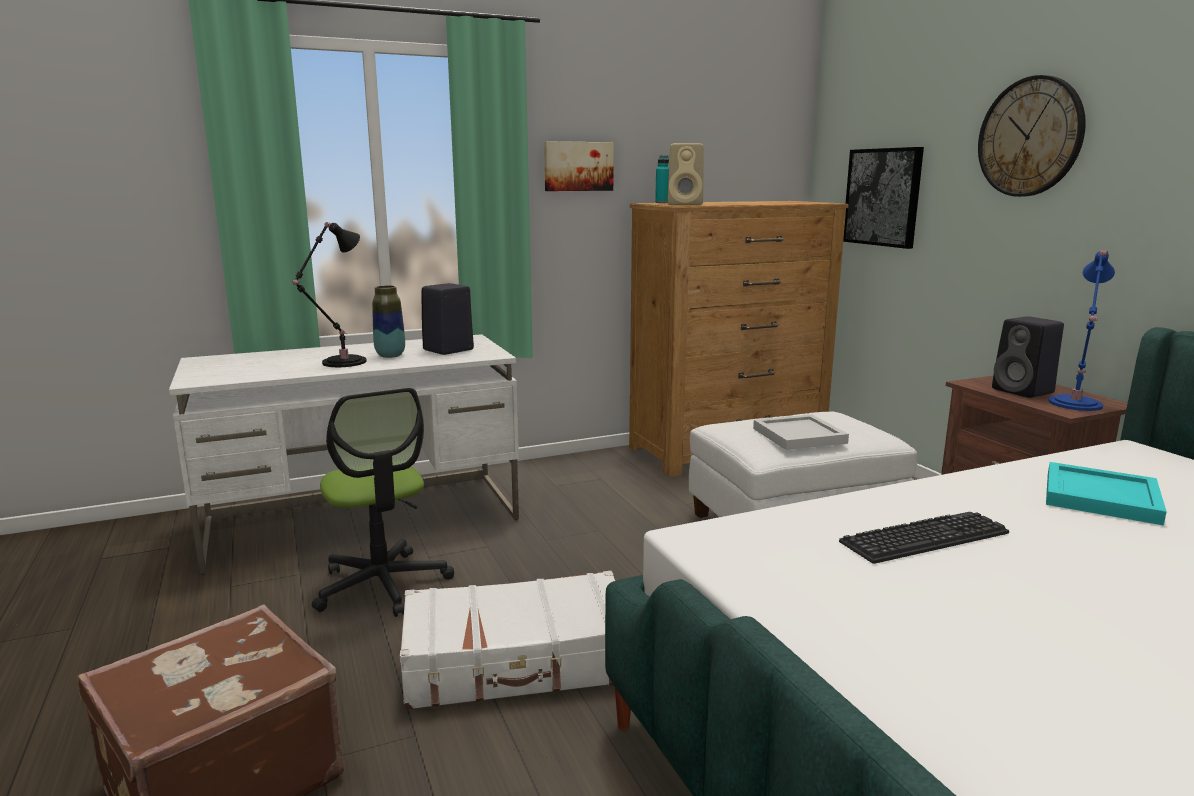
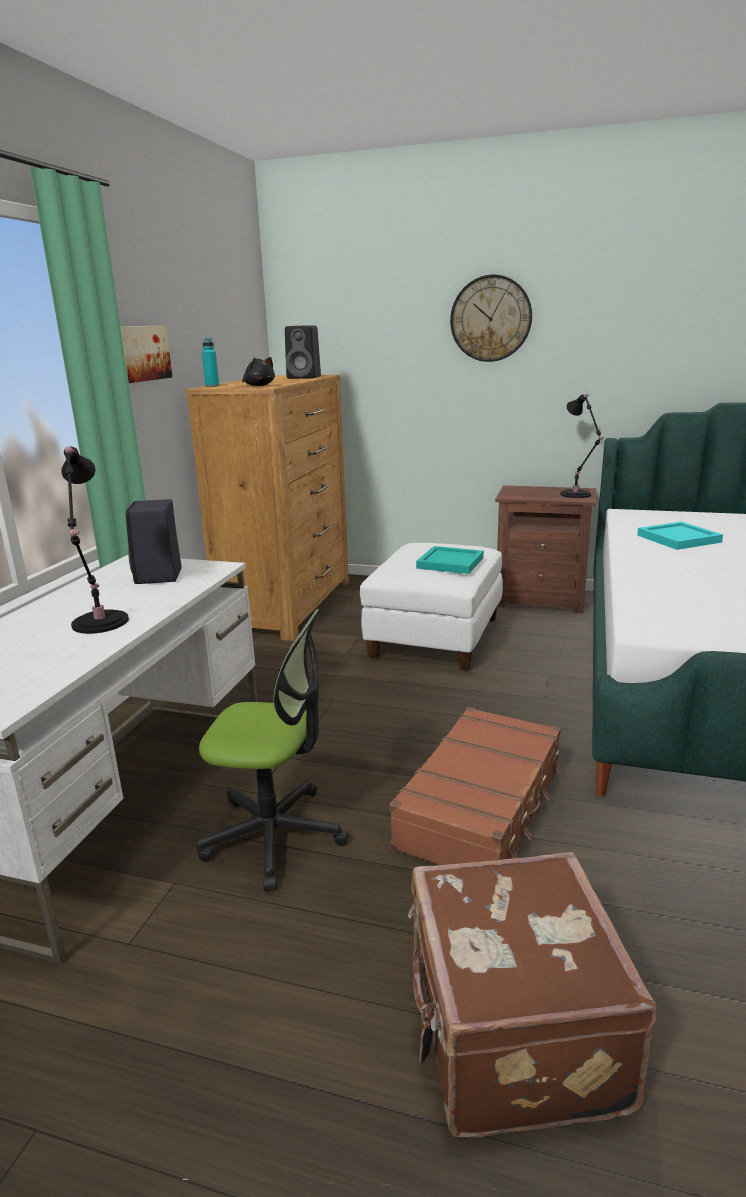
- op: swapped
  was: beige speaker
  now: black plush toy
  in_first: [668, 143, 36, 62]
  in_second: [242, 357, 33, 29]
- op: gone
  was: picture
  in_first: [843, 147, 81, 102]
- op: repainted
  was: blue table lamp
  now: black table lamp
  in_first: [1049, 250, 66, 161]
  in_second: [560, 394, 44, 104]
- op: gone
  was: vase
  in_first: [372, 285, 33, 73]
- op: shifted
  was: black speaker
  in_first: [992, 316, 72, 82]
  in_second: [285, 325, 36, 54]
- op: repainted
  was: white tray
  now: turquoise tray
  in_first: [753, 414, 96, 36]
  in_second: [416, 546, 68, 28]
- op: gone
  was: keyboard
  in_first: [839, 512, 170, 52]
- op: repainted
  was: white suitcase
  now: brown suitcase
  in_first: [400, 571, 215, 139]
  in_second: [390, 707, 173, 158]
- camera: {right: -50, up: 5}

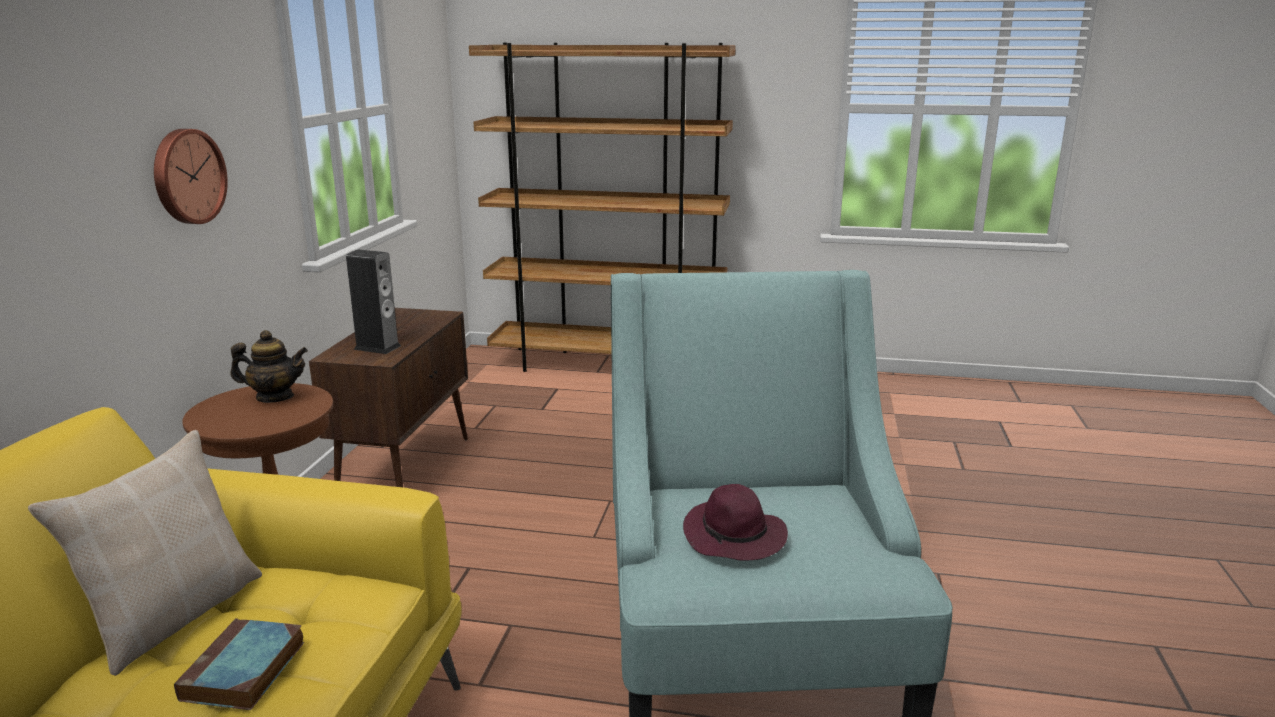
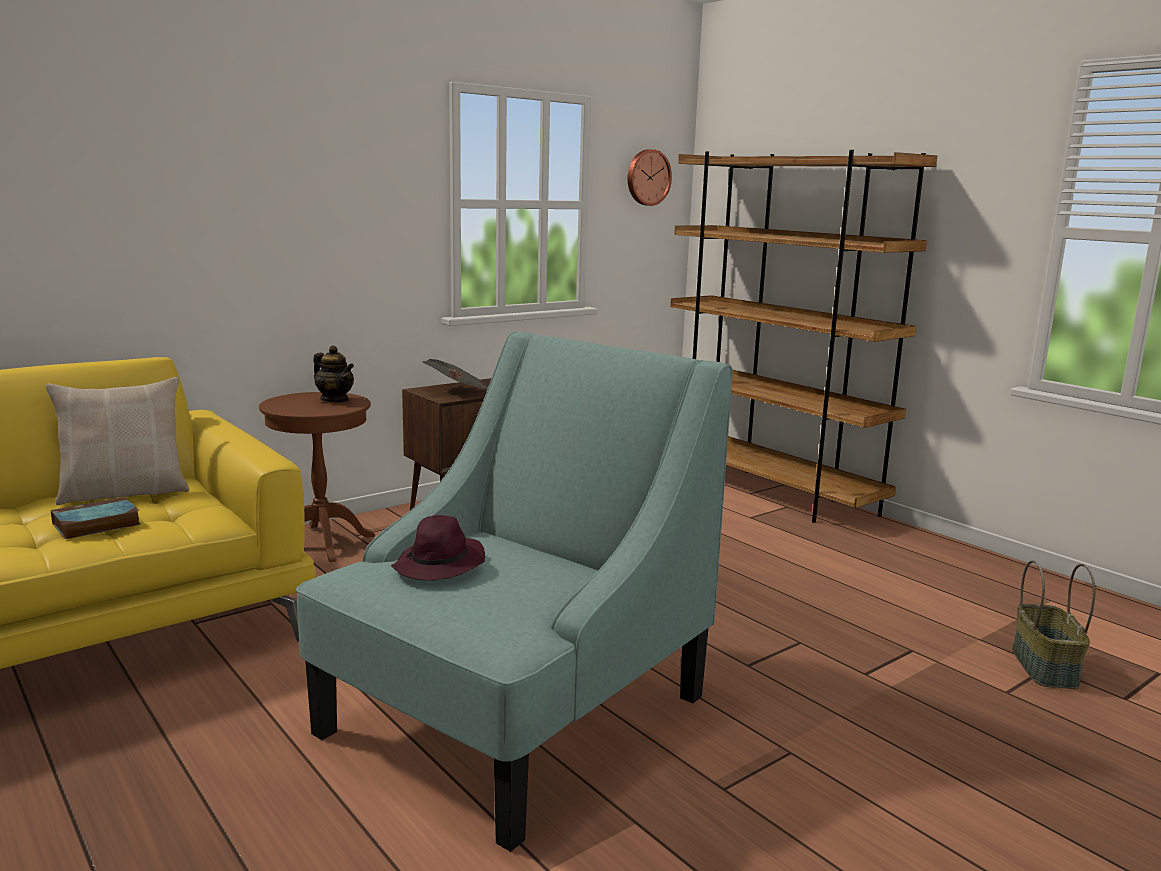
- op: shifted
  was: wall clock
  in_first: [154, 129, 74, 95]
  in_second: [628, 149, 44, 57]
- op: swapped
  was: speaker
  now: newspaper
  in_first: [346, 250, 55, 104]
  in_second: [423, 359, 65, 29]
- op: new
  now: basket
  in_second: [1012, 560, 83, 129]
- camera: {right: 40, up: -5}

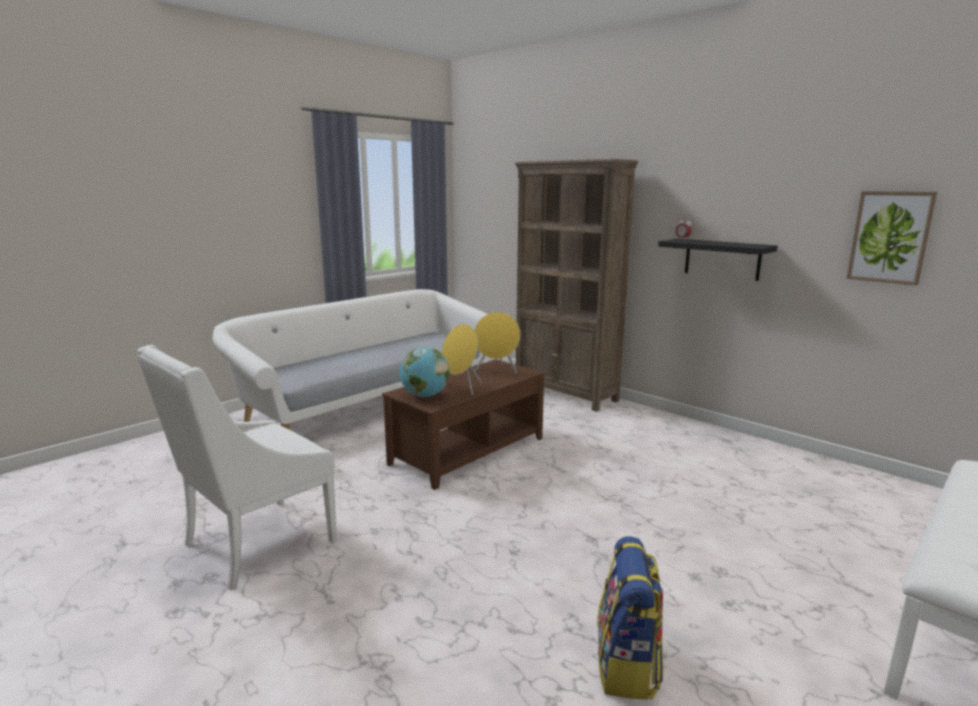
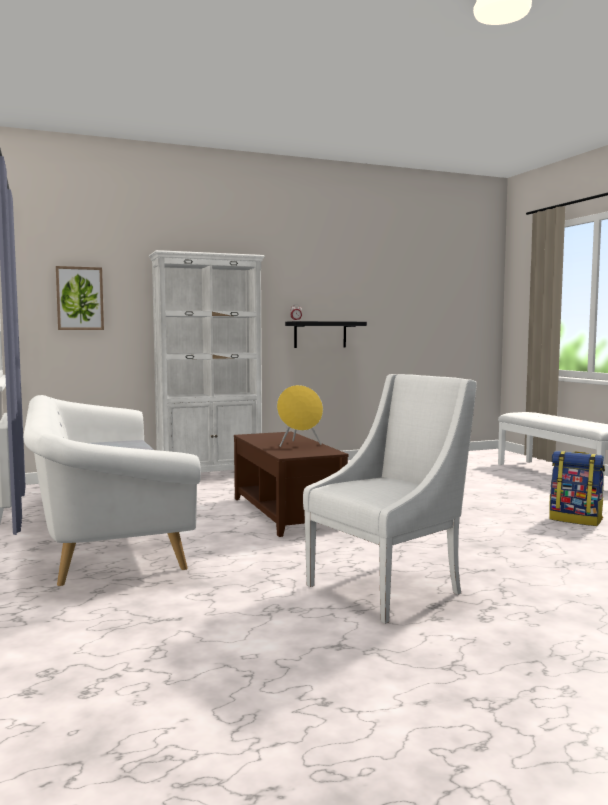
- op: repainted
  was: brown bookcase
  now: white bookcase
  in_first: [515, 159, 124, 253]
  in_second: [149, 250, 116, 222]
- op: shifted
  was: picture
  in_first: [847, 191, 91, 95]
  in_second: [56, 266, 48, 64]
- op: gone
  was: yellow speaker
  in_first: [474, 312, 46, 62]
- op: rotated
  was: white armchair
  in_first: [137, 345, 200, 245]
  in_second: [303, 374, 174, 250]
  clockwise: -105
- op: gone
  was: globe
  in_first: [400, 347, 50, 50]
- camera: {right: -65, up: -10}

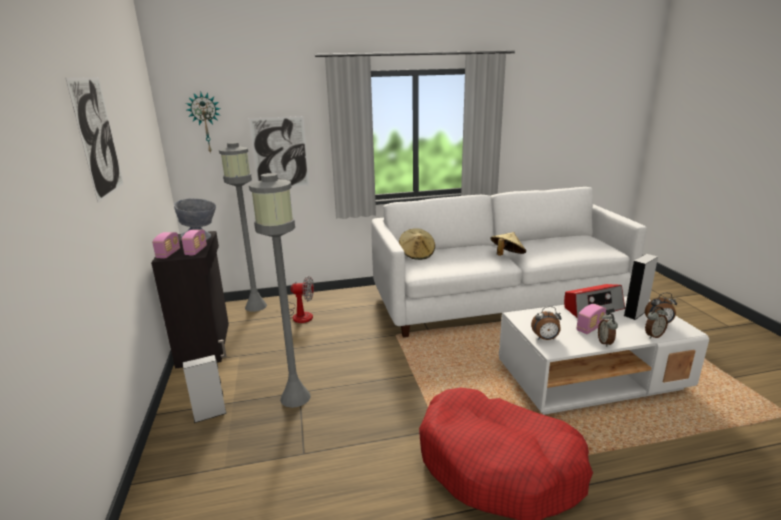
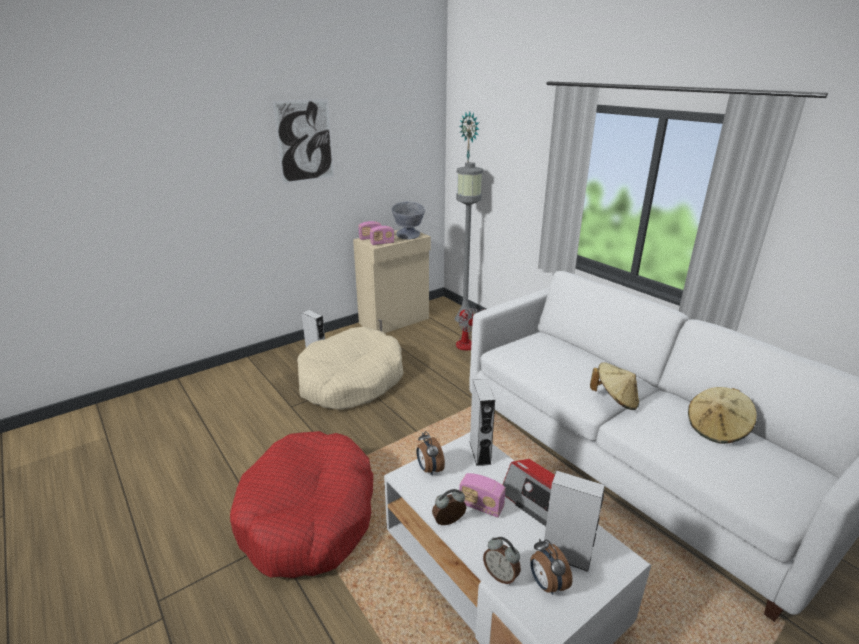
- op: gone
  was: picture
  in_first: [249, 116, 61, 71]
- op: swapped
  was: grey floor lamp
  now: beige dog bed
  in_first: [249, 173, 62, 235]
  in_second: [297, 327, 106, 83]
- op: shifted
  was: beige hat
  in_first: [399, 228, 36, 32]
  in_second: [688, 387, 69, 57]
- op: repainted
  was: black cabinet
  now: beige cabinet
  in_first: [151, 231, 78, 138]
  in_second: [353, 230, 78, 103]
- op: new
  now: grey speaker
  in_second: [469, 379, 26, 87]
- camera: {right: 65, up: 5}

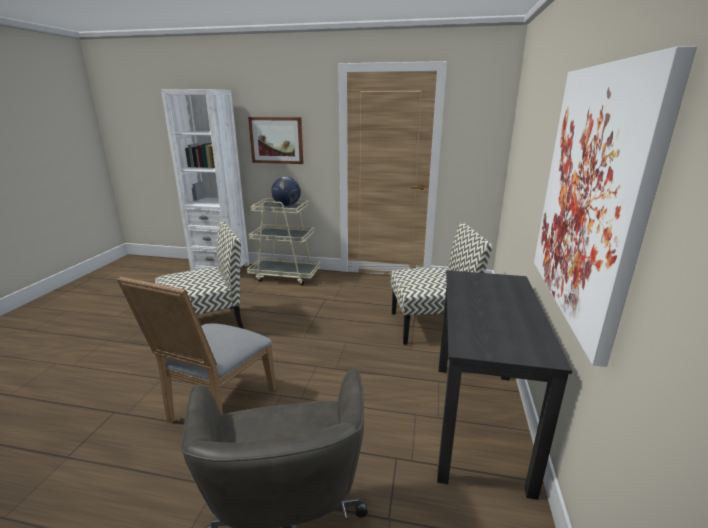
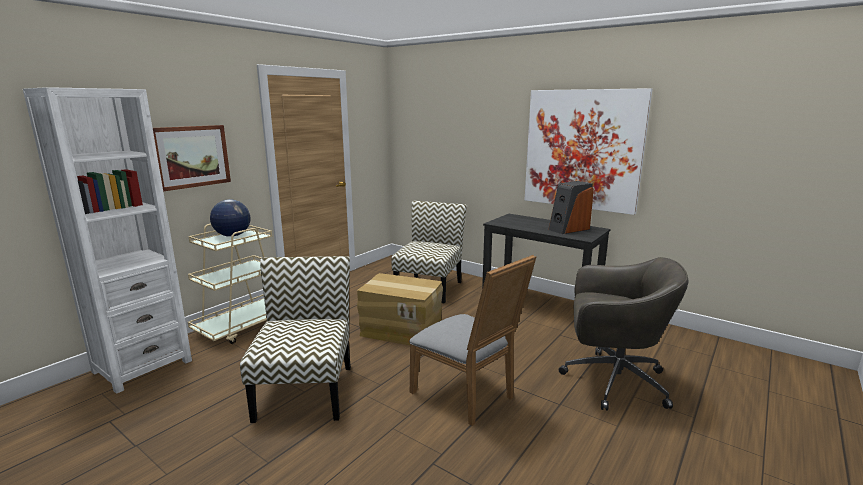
- op: new
  now: speaker
  in_second: [548, 181, 46, 53]
- op: new
  now: cardboard box
  in_second: [357, 273, 86, 72]
- camera: {right: -65, up: -5}

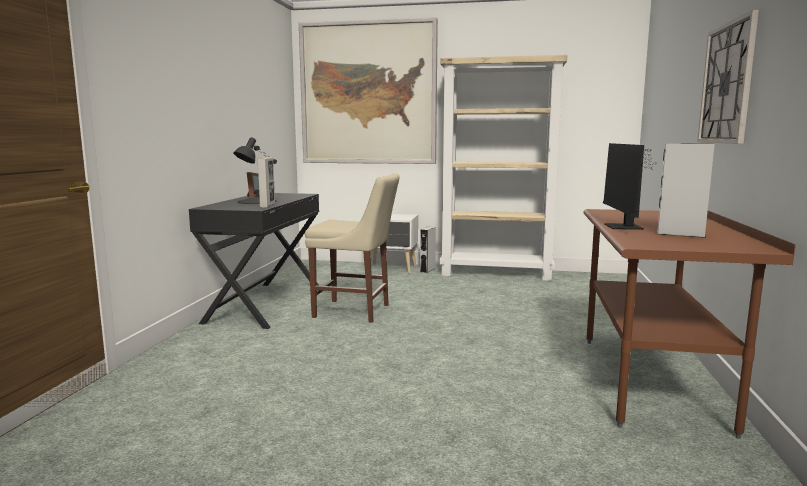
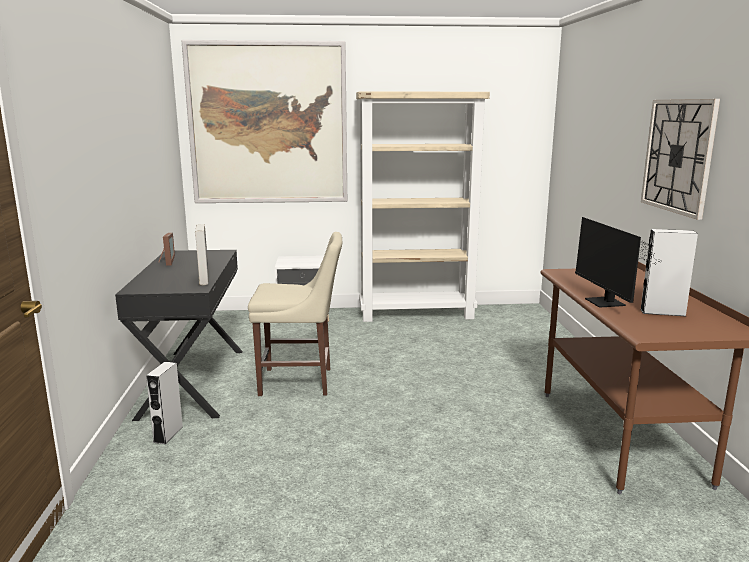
- op: gone
  was: black table lamp
  in_first: [233, 137, 44, 67]
- op: shifted
  was: grey speaker
  in_first: [420, 227, 16, 46]
  in_second: [146, 362, 37, 82]
- camera: {right: -15, up: 5}

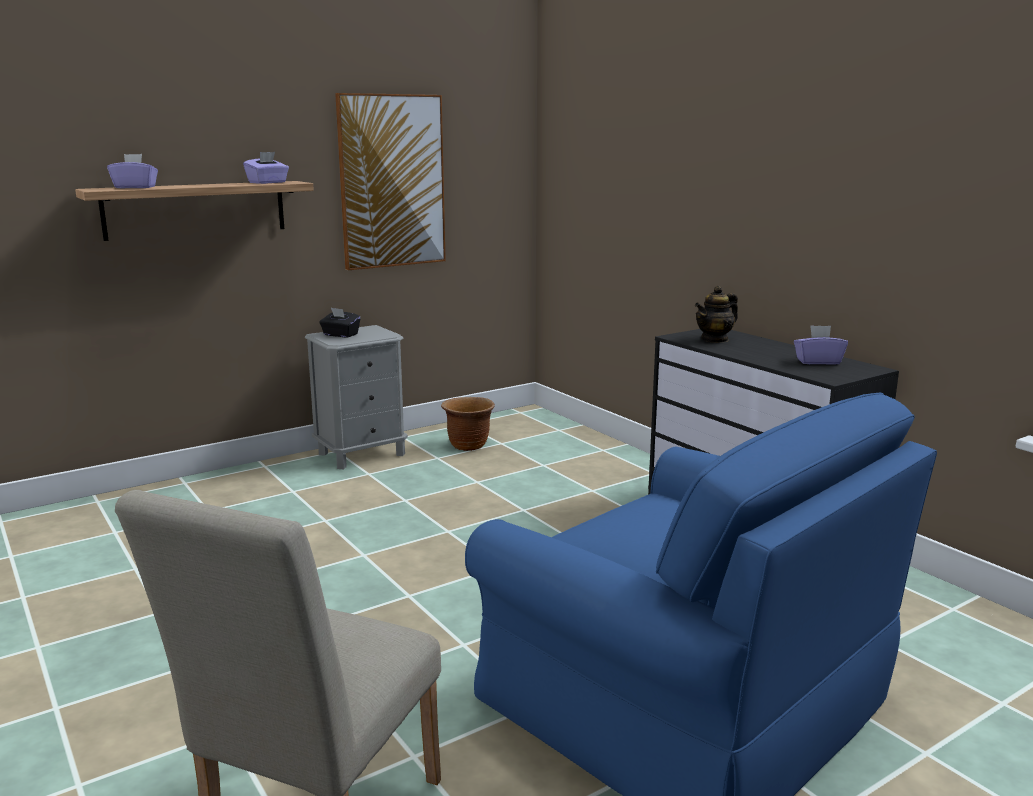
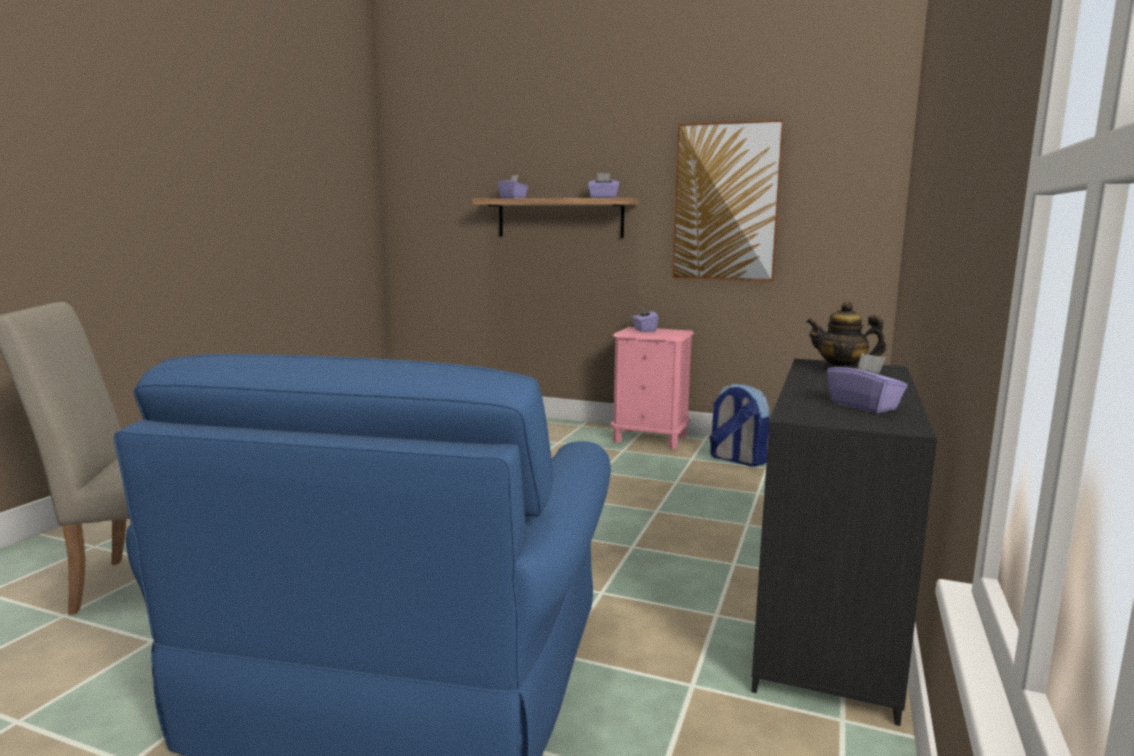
- op: repainted
  was: black tissue box
  now: purple tissue box
  in_first: [319, 308, 42, 30]
  in_second: [632, 306, 27, 26]
- op: repainted
  was: grey nightstand
  now: pink nightstand
  in_first: [305, 325, 103, 144]
  in_second: [610, 327, 84, 122]
- op: swapped
  was: brown planter
  now: backpack
  in_first: [441, 397, 54, 54]
  in_second: [710, 384, 59, 83]
- camera: {right: 55, up: -5}

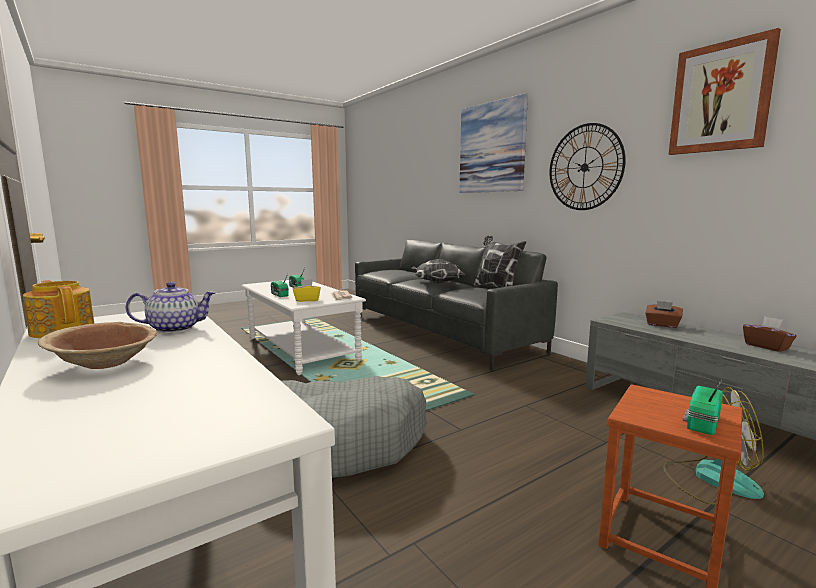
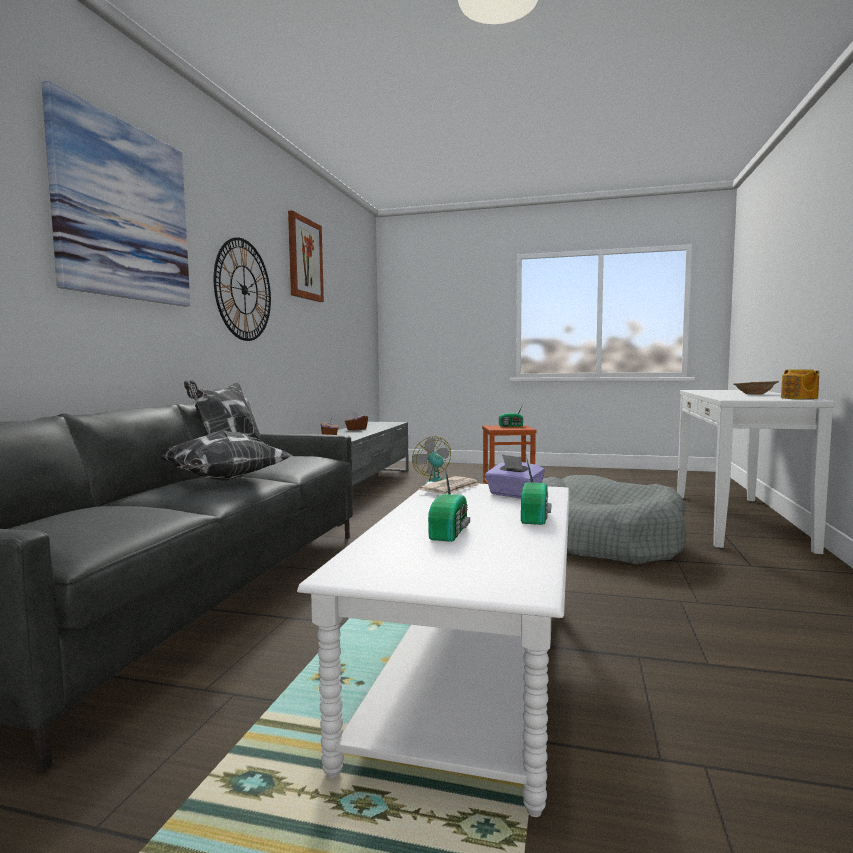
- op: repainted
  was: yellow tissue box
  now: purple tissue box
  in_first: [293, 279, 28, 23]
  in_second: [485, 454, 60, 45]
- op: gone
  was: teapot
  in_first: [126, 282, 90, 51]
- camera: {right: -130, up: -5}

